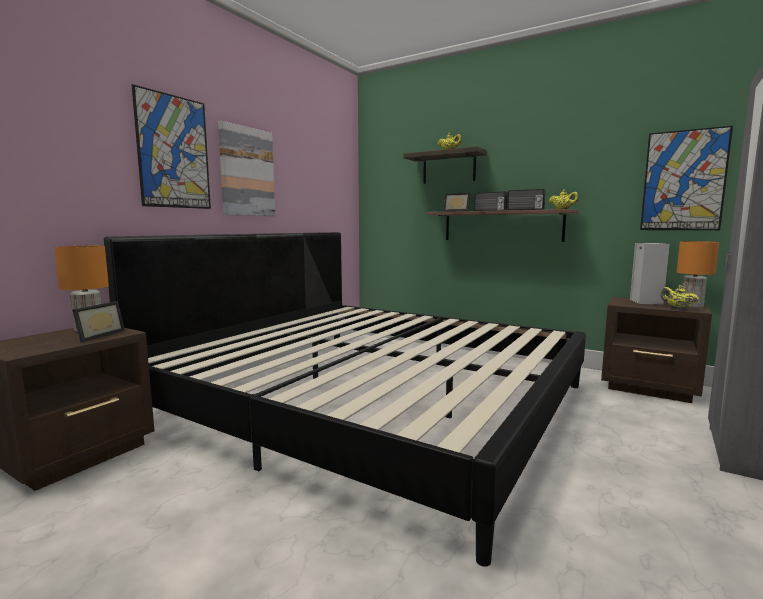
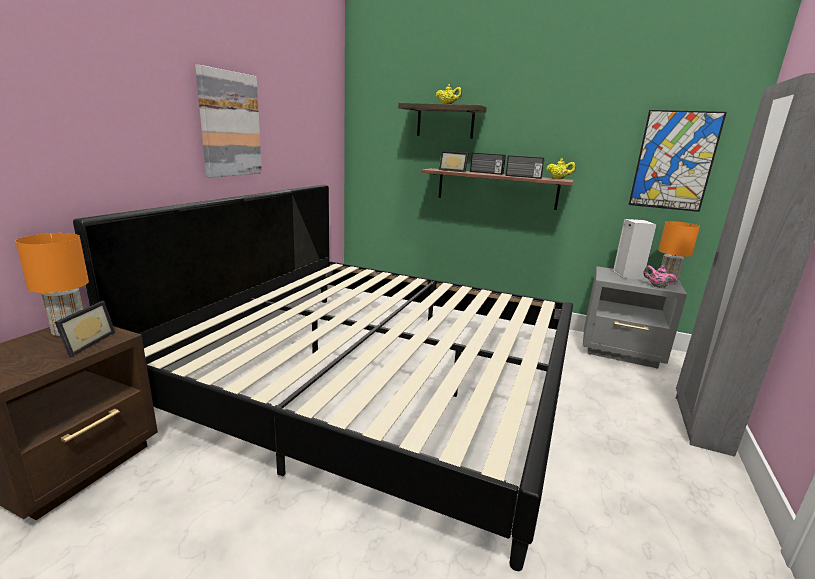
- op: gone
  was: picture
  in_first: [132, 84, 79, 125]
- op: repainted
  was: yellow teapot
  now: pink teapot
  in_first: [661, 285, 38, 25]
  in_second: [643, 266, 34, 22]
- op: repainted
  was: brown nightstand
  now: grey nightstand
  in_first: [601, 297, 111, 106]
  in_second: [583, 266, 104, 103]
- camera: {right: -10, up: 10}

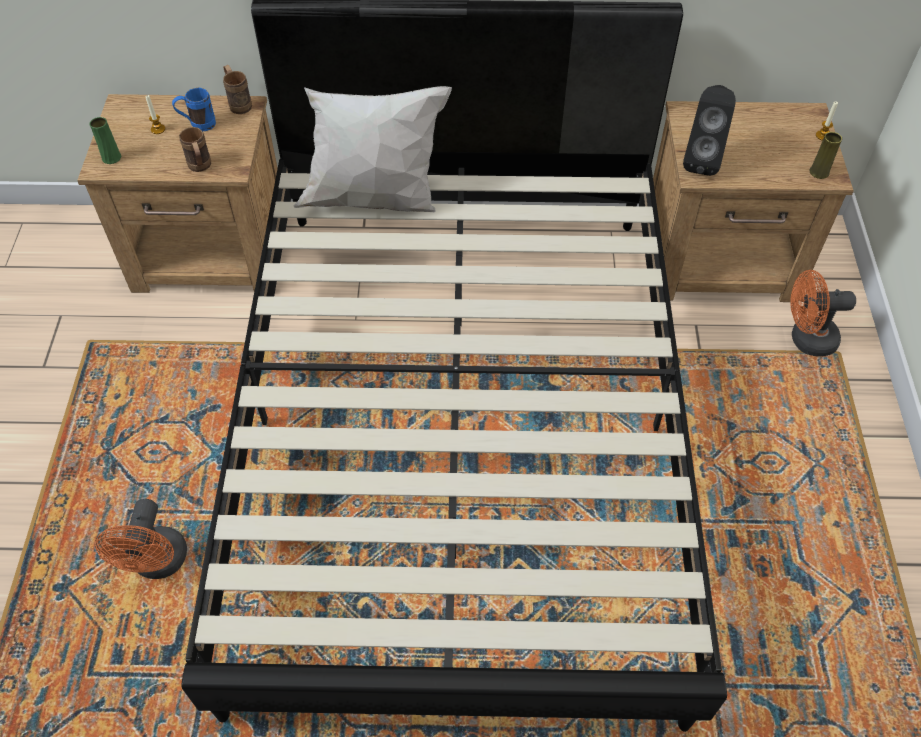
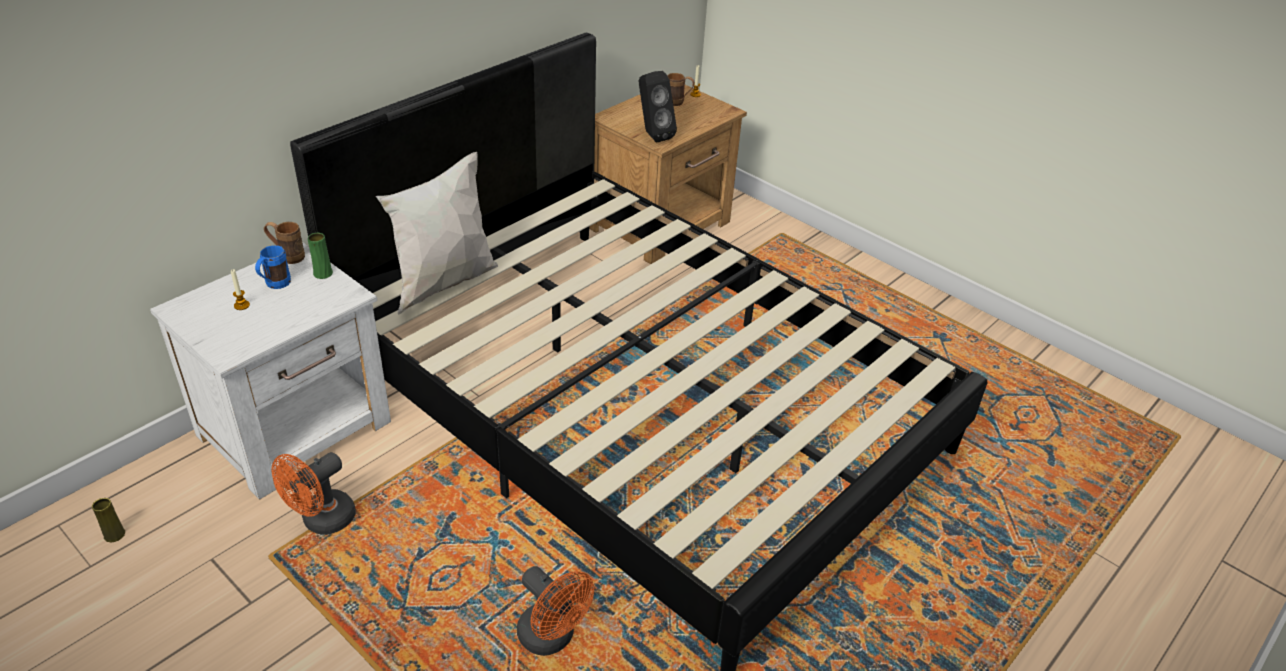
- op: repainted
  was: brown nightstand
  now: white nightstand
  in_first: [78, 94, 200, 199]
  in_second: [150, 242, 241, 258]
- op: shifted
  was: green vase
  in_first: [89, 117, 32, 47]
  in_second: [308, 233, 25, 46]
- op: shifted
  was: brown mug
  in_first: [179, 127, 32, 45]
  in_second: [668, 73, 27, 33]
- op: shifted
  was: yellow vase
  in_first: [810, 132, 32, 47]
  in_second: [92, 498, 33, 44]
- op: shifted
  was: orange fan
  in_first: [790, 270, 66, 87]
  in_second: [272, 452, 84, 83]
- camera: {right: -50, up: -15}

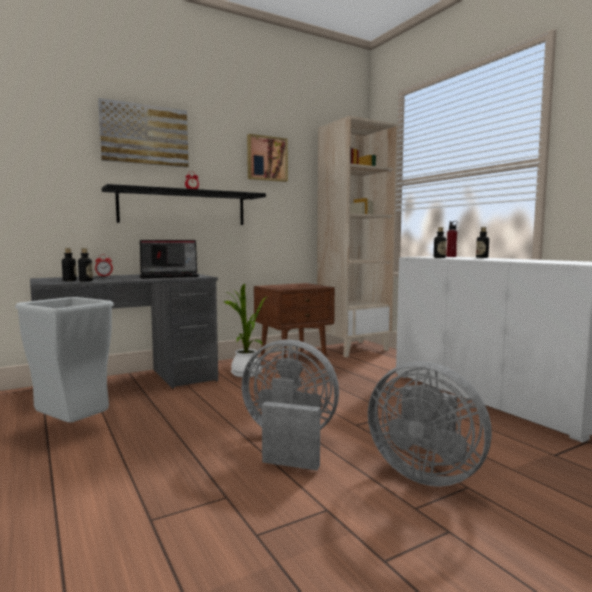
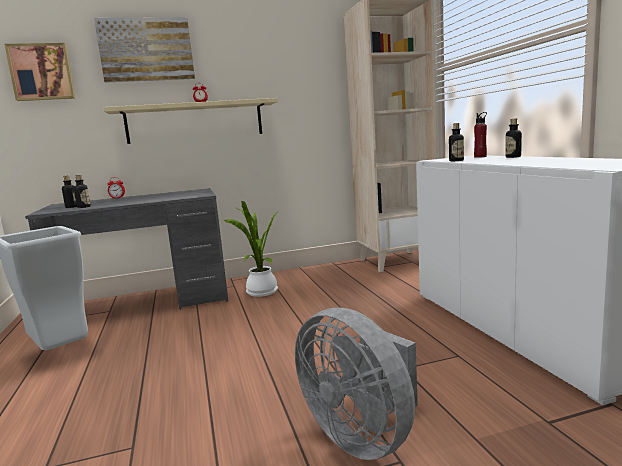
- op: shifted
  was: picture
  in_first: [247, 134, 41, 48]
  in_second: [4, 43, 71, 58]
- op: repainted
  was: black shelf
  now: beige shelf
  in_first: [102, 184, 164, 41]
  in_second: [103, 98, 175, 46]
- op: gone
  was: laptop
  in_first: [139, 240, 60, 38]
- op: gone
  was: brown nightstand
  in_first: [254, 283, 81, 76]
- op: gone
  was: grey fan
  in_first: [242, 339, 97, 131]
- camera: {right: 15, up: 5}

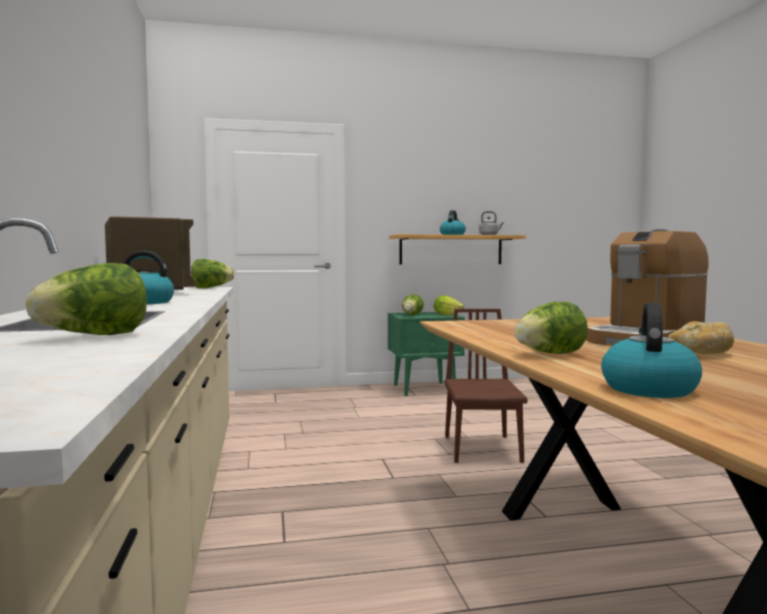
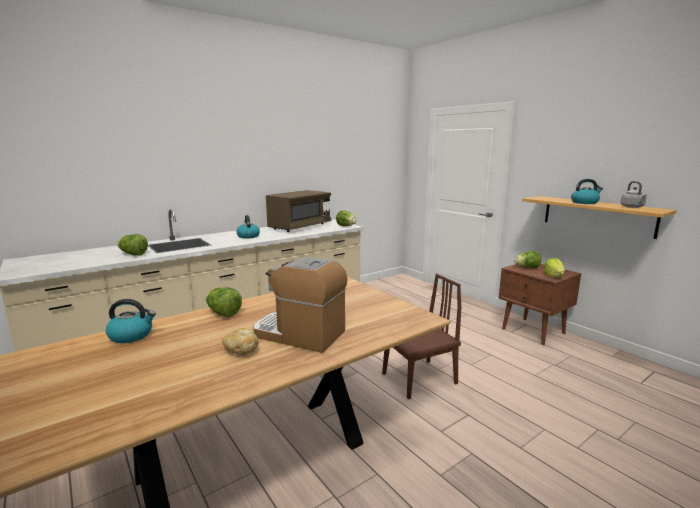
- op: repainted
  was: green nightstand
  now: brown nightstand
  in_first: [388, 312, 77, 84]
  in_second: [499, 264, 82, 81]
- camera: {right: 65, up: 10}

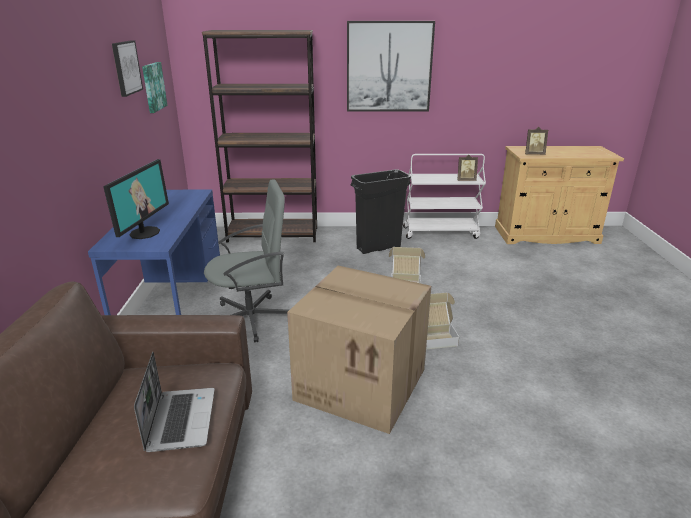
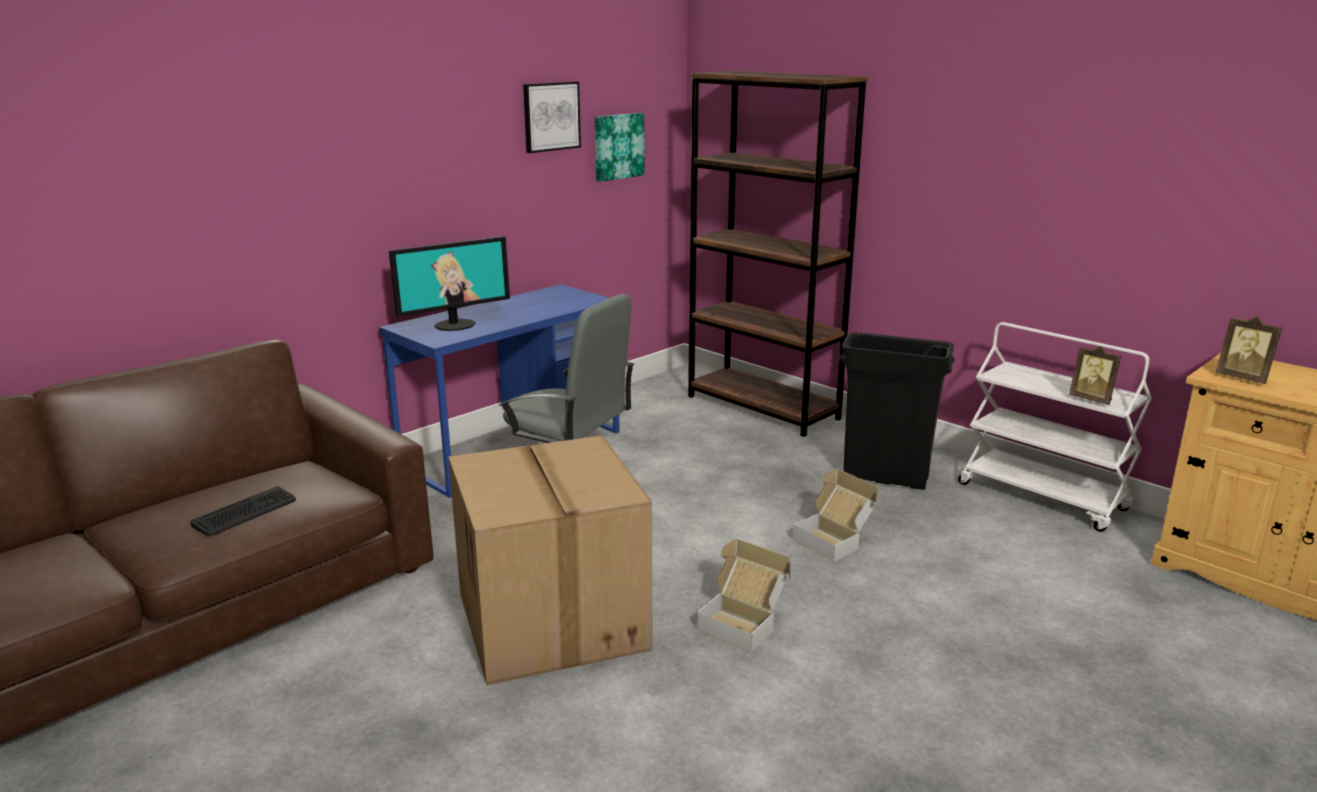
- op: gone
  was: picture
  in_first: [347, 21, 88, 90]
- op: swapped
  was: laptop
  now: keyboard
  in_first: [134, 352, 81, 100]
  in_second: [190, 486, 106, 50]
- camera: {right: 45, up: -5}

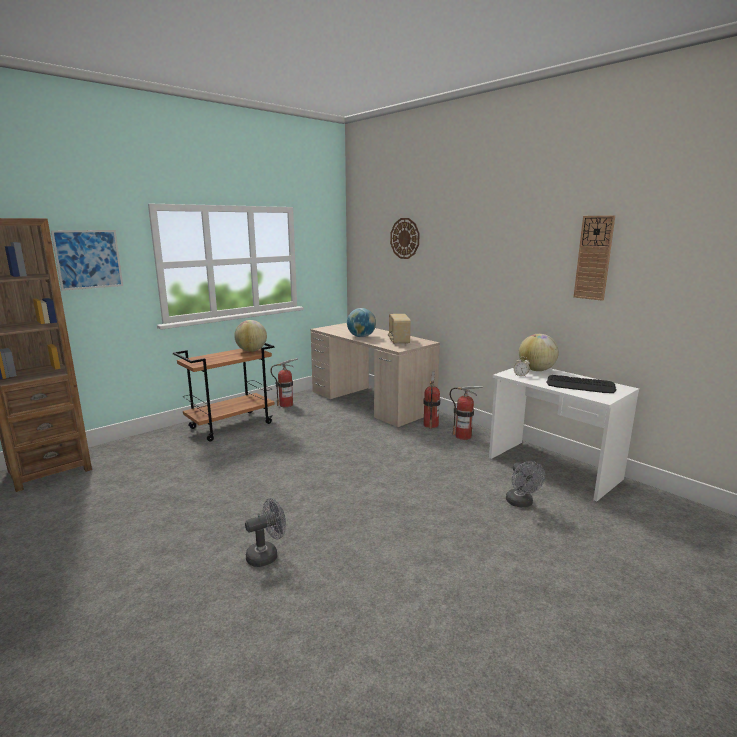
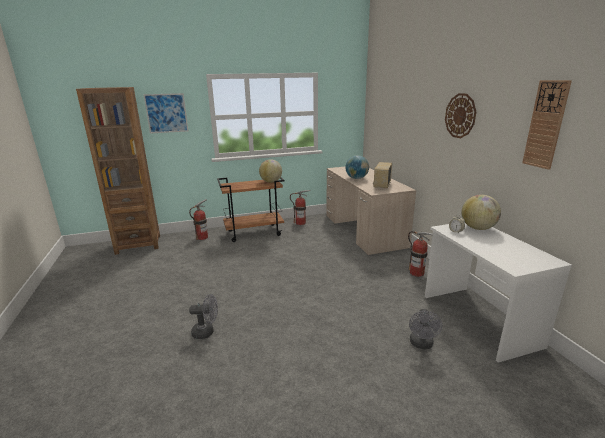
- op: shifted
  was: wall clock
  in_first: [390, 218, 30, 41]
  in_second: [445, 93, 31, 45]
- op: shifted
  was: fire extinguisher
  in_first: [423, 371, 17, 58]
  in_second: [189, 199, 19, 41]
- op: gone
  was: keyboard
  in_first: [546, 375, 71, 18]
- camera: {right: 25, up: 5}

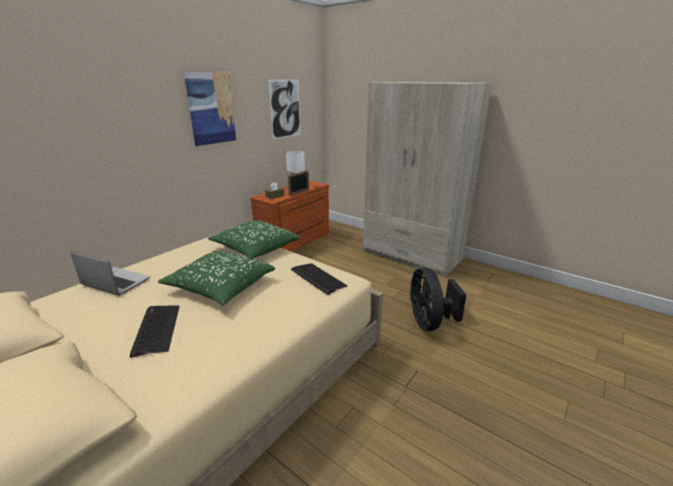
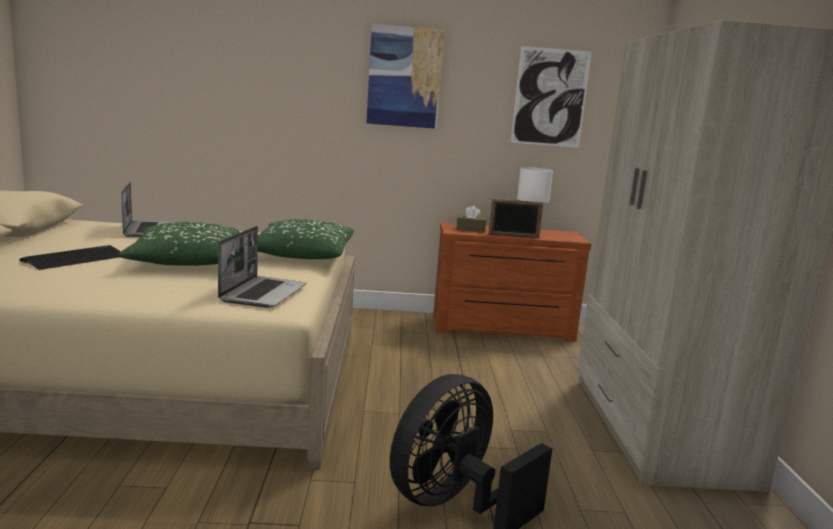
- op: swapped
  was: keyboard
  now: laptop
  in_first: [291, 263, 56, 32]
  in_second: [218, 226, 88, 82]
- camera: {right: 50, up: -10}

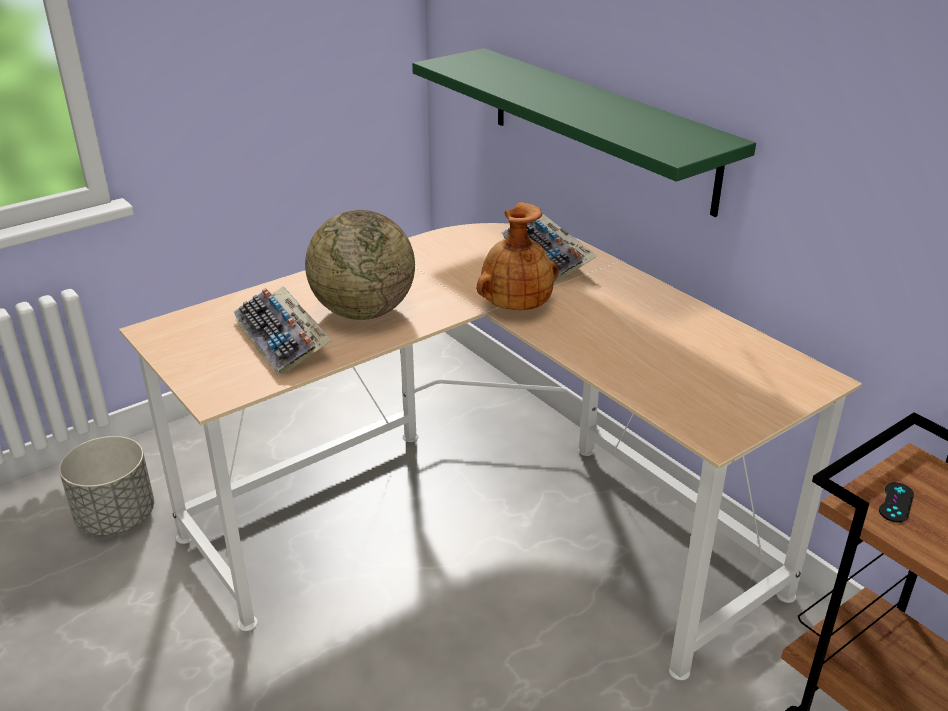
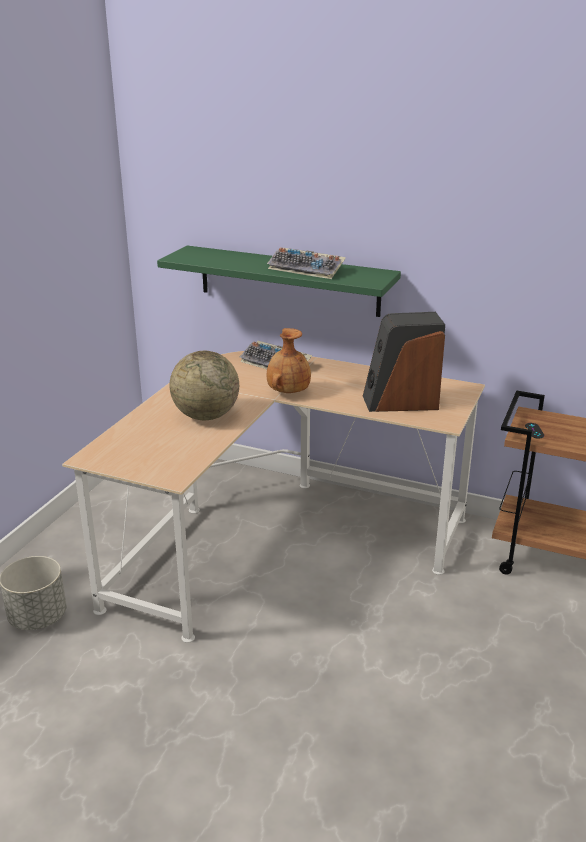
- op: shifted
  was: keyboard
  in_first: [234, 287, 97, 90]
  in_second: [267, 247, 79, 32]
- op: new
  now: speaker
  in_second: [363, 312, 82, 100]
- camera: {right: -30, up: -5}

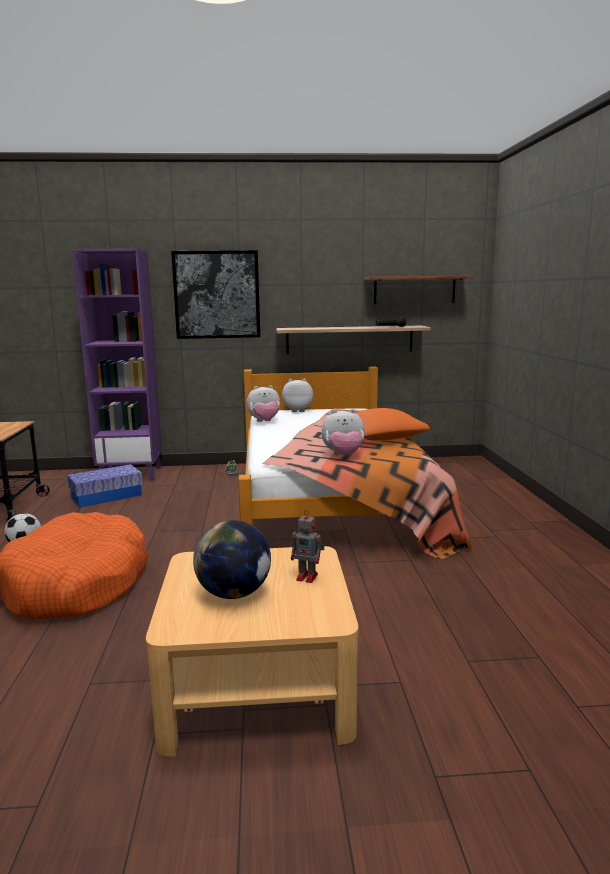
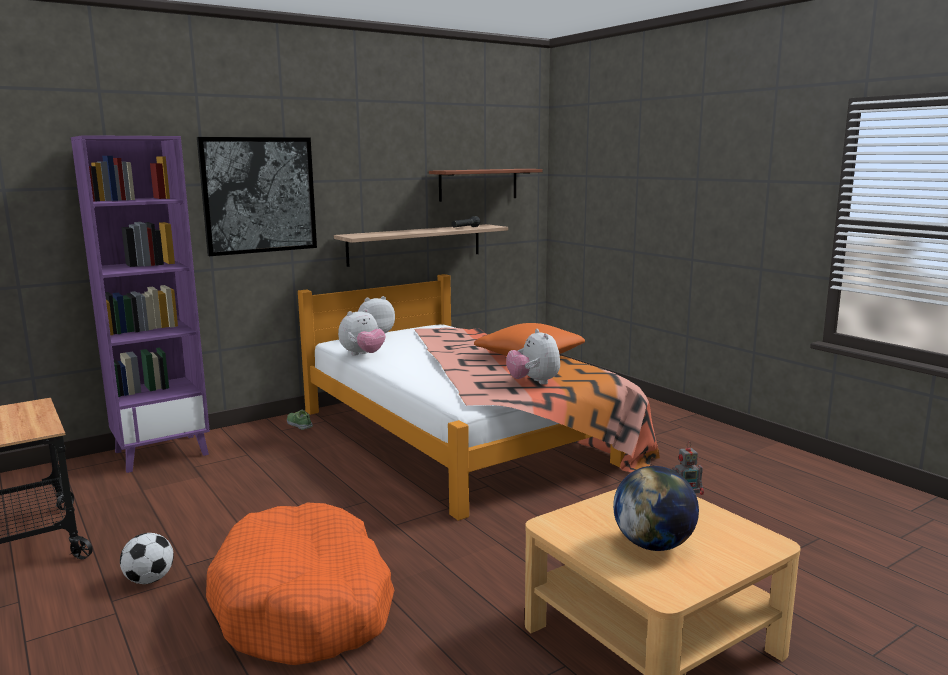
- op: rotated
  was: plush toy
  in_first: [321, 409, 44, 46]
  in_second: [506, 329, 54, 56]
  clockwise: 105
- op: gone
  was: storage box
  in_first: [67, 464, 76, 44]
- camera: {right: -30, up: 0}

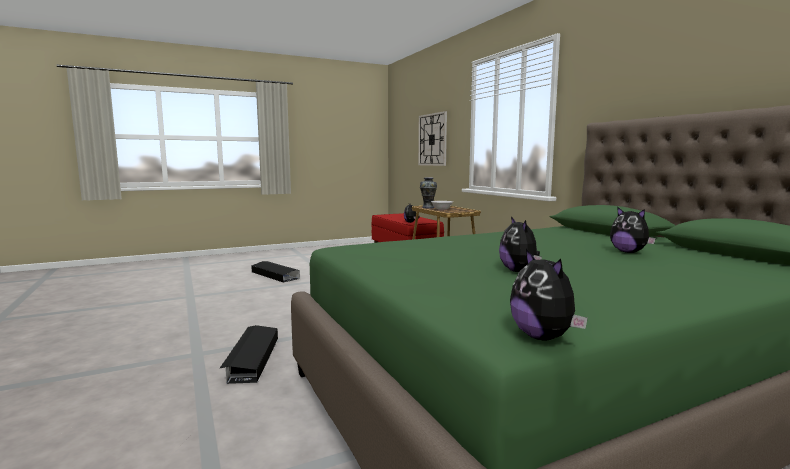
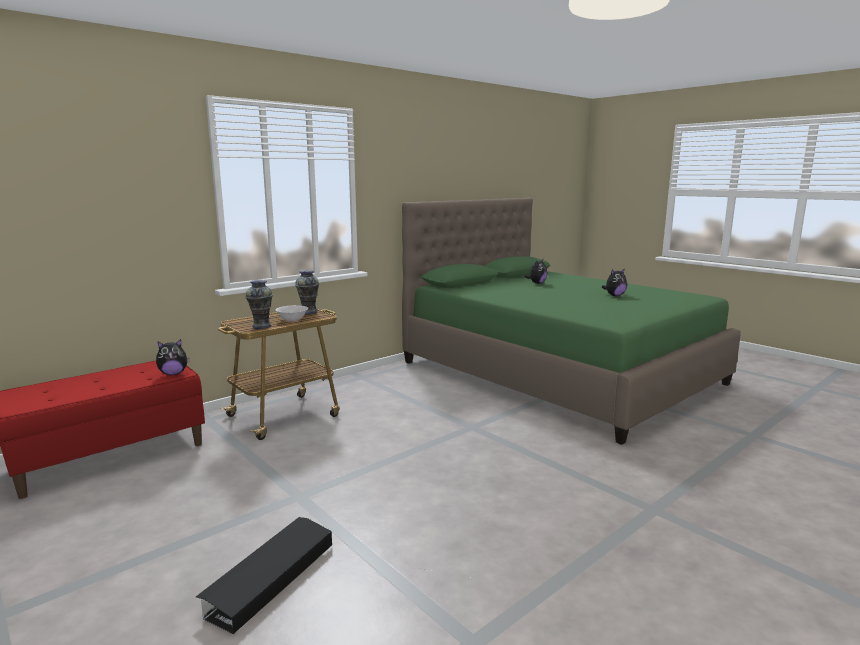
- op: gone
  was: wall clock
  in_first: [418, 111, 29, 55]
- op: gone
  was: plush toy
  in_first: [510, 249, 78, 92]
- op: gone
  was: black storage box
  in_first: [219, 325, 59, 59]
- op: new
  now: vase
  in_second: [295, 270, 24, 45]
- camera: {right: -105, up: 5}

